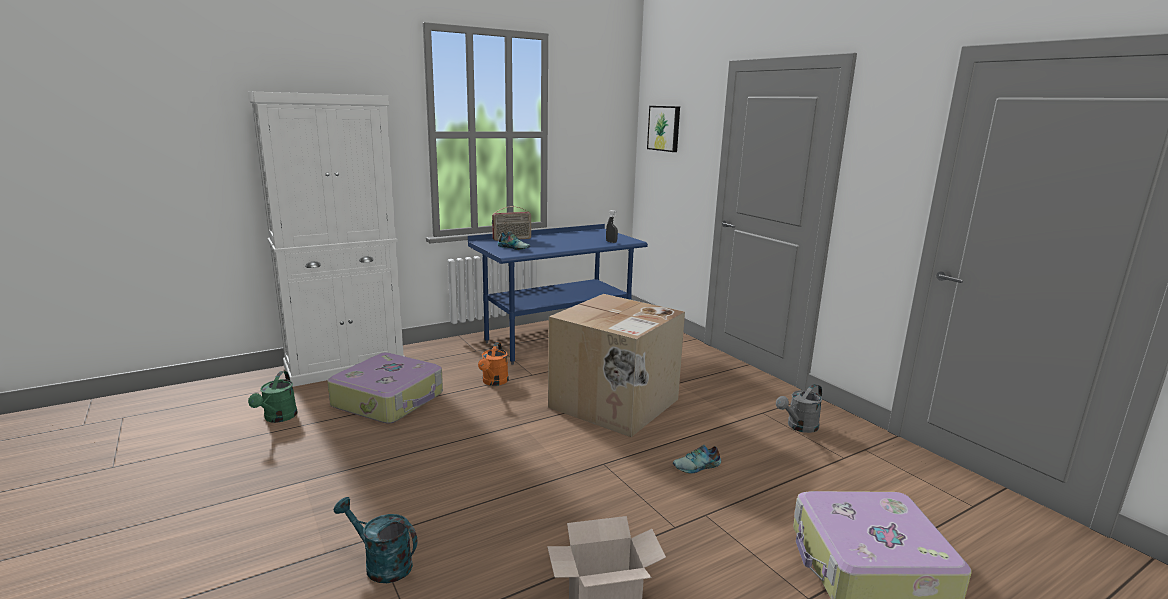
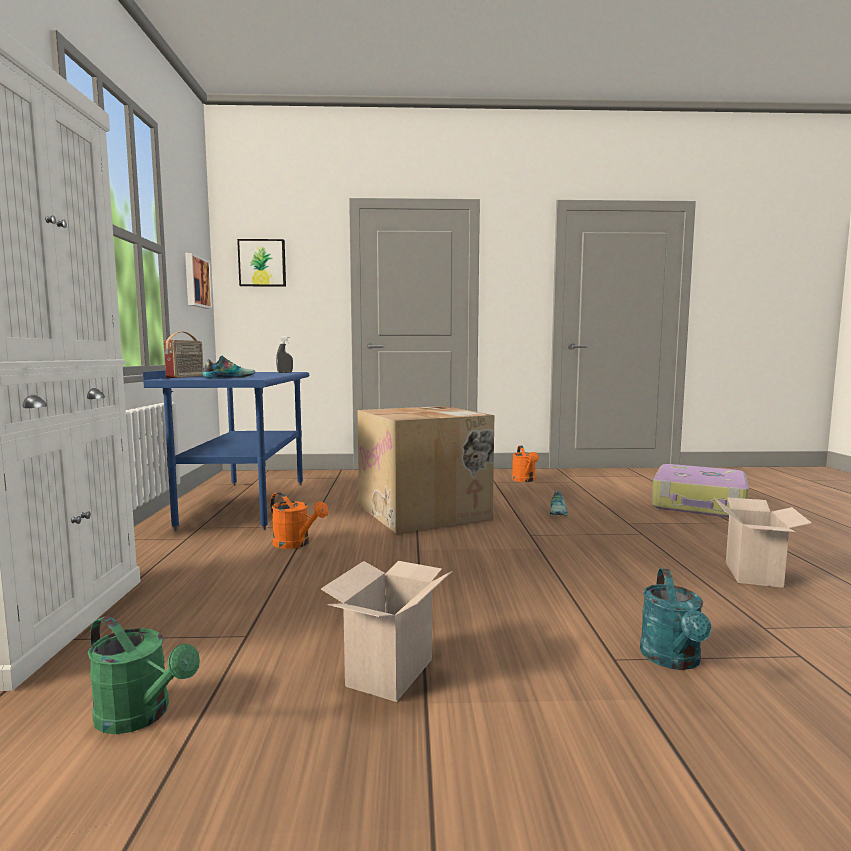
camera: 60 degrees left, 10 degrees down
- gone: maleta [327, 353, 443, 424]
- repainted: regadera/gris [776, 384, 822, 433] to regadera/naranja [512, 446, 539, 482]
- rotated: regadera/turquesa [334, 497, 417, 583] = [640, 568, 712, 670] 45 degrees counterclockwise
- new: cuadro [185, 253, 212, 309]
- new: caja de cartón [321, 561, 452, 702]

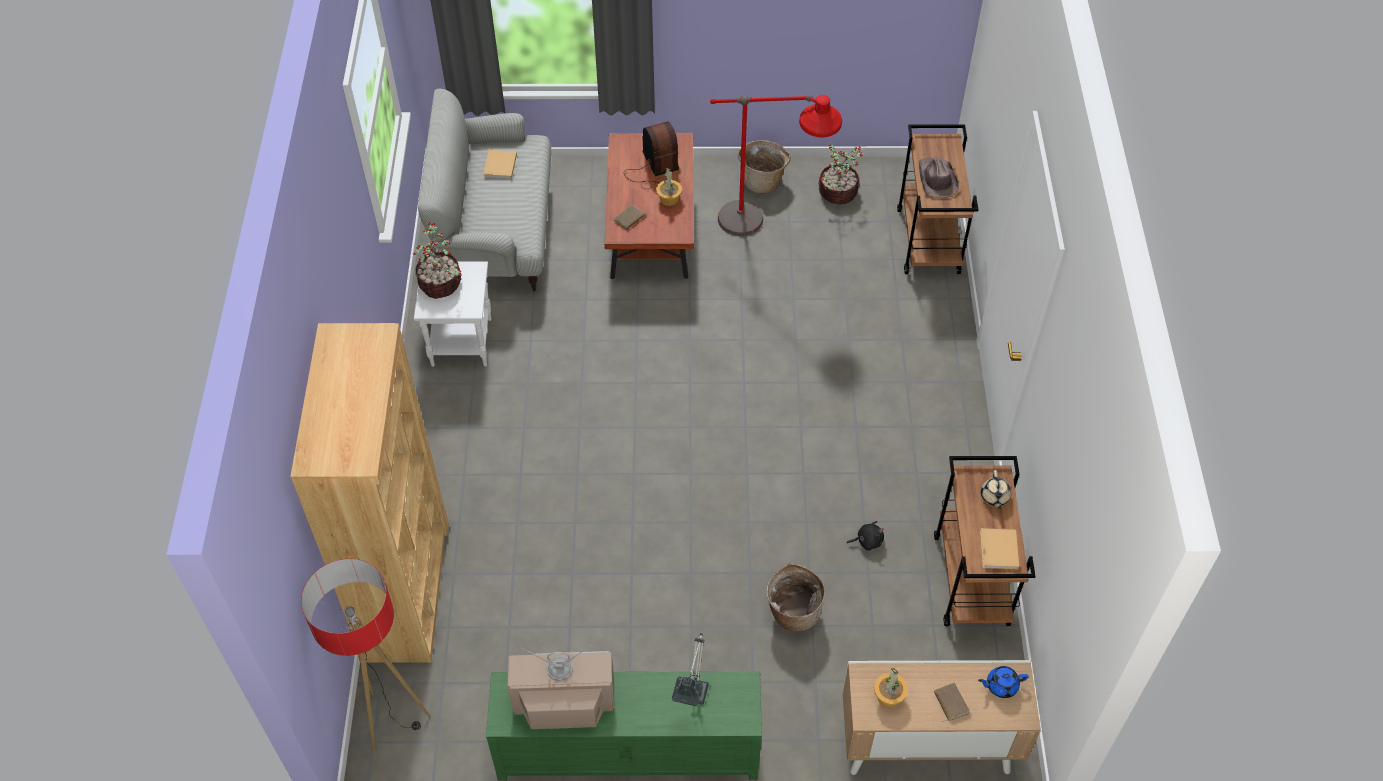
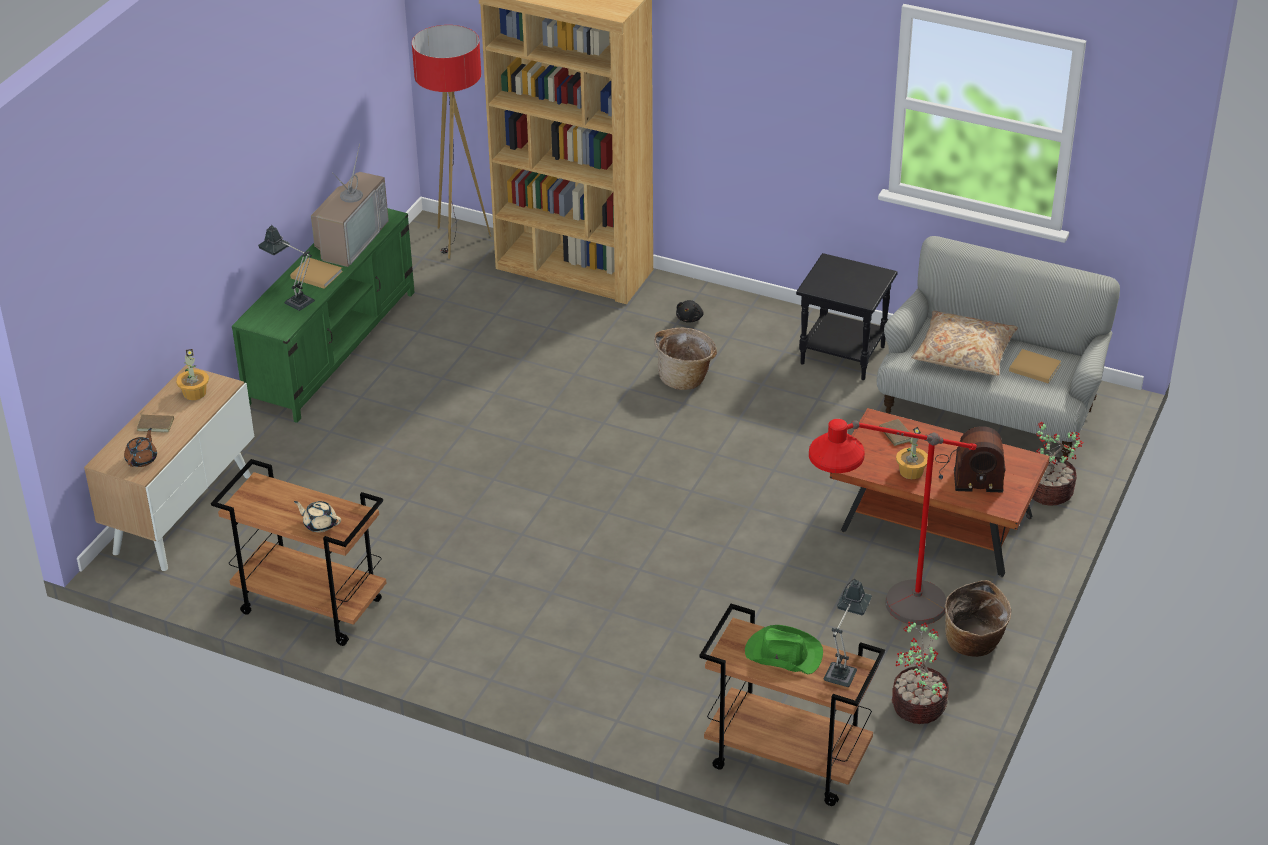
camera: 115 degrees right, 15 degrees down
- repainted: sombrero/marrón [919, 158, 959, 198] to sombrero/verde [745, 625, 823, 675]
- shifted: planta en maceta [413, 222, 462, 299] to [1032, 422, 1084, 506]
- repainted: mesa auxiliar/blanco [414, 261, 492, 367] to mesa auxiliar/negro [796, 253, 898, 380]
- shifted: peluche/negro [846, 521, 884, 551] to [676, 300, 704, 323]
- shifted: libro/beis [980, 528, 1019, 569] to [290, 258, 343, 289]
- shifted: cesta [766, 563, 825, 631] to [654, 328, 717, 390]
- repainted: tetera/azul [978, 666, 1029, 698] to tetera/marrón [124, 428, 157, 467]
- new: cojín/beis [911, 311, 1018, 376]
- new: lámpara de mesa [824, 579, 872, 687]

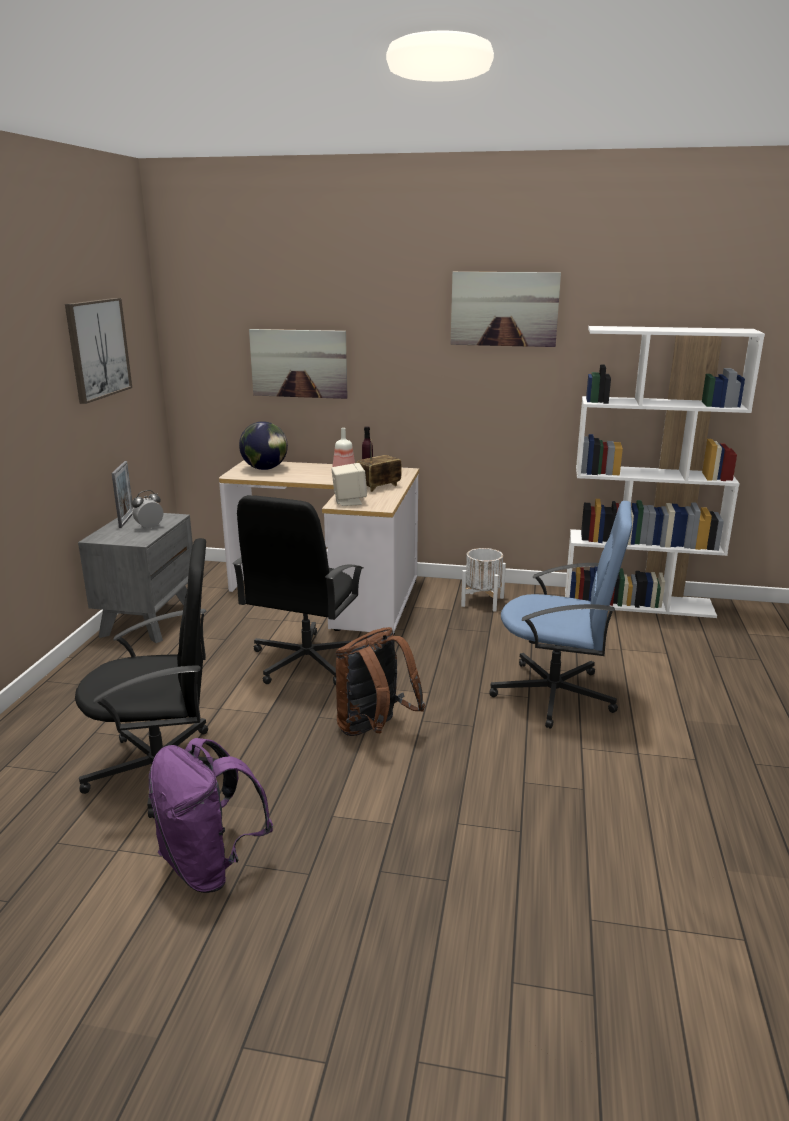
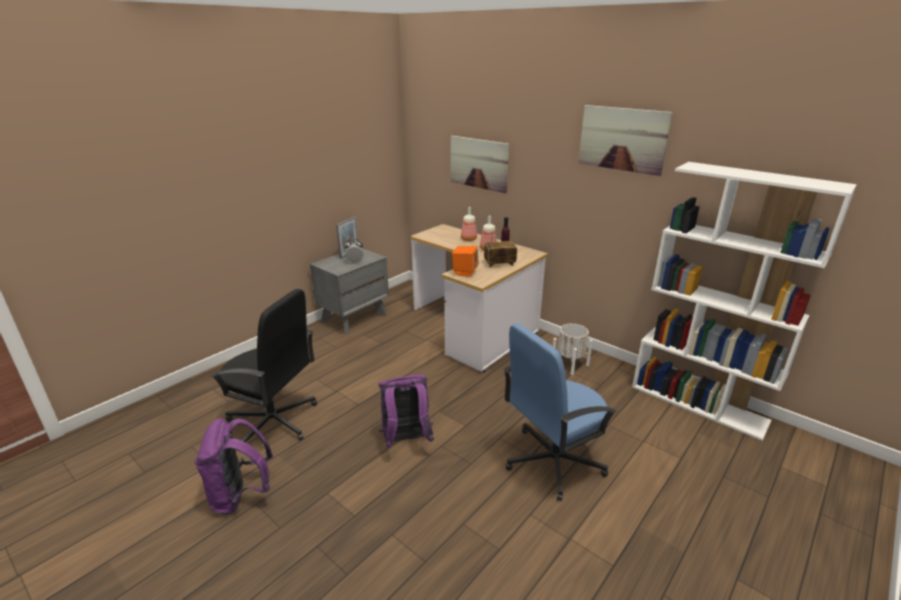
camera: 30 degrees right, 5 degrees up
- gone: cuadro [65, 298, 132, 404]
- gone: globo terráqueo [239, 421, 288, 470]
- repainted: altavoz/beis [332, 463, 367, 506] to altavoz/naranja [452, 246, 479, 277]
- gone: silla de oficina/negro [232, 495, 363, 685]
- rotated: silla de oficina/azul [489, 501, 632, 729] = [503, 323, 617, 501] 105 degrees clockwise
- repainted: mochila/marrón [336, 627, 426, 736] to mochila/morado [379, 374, 434, 448]
- new: botella [461, 207, 477, 241]

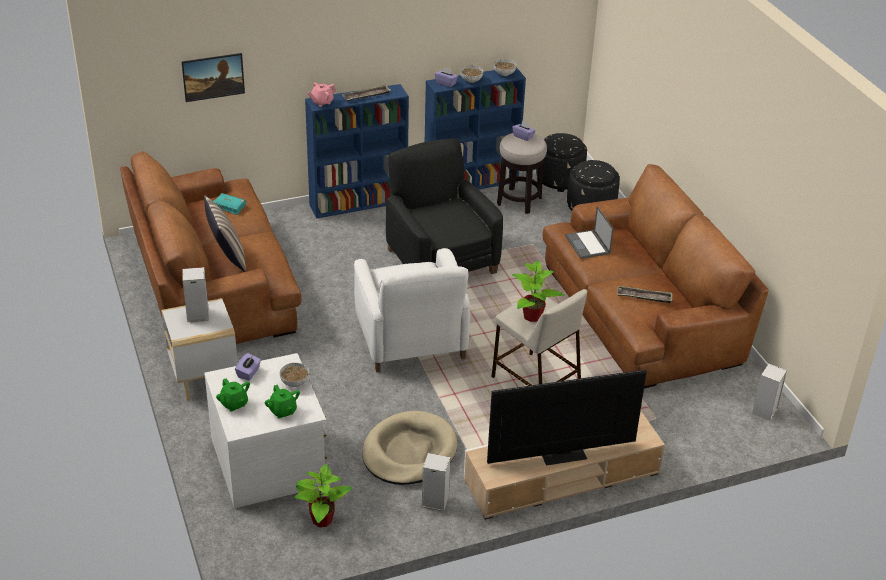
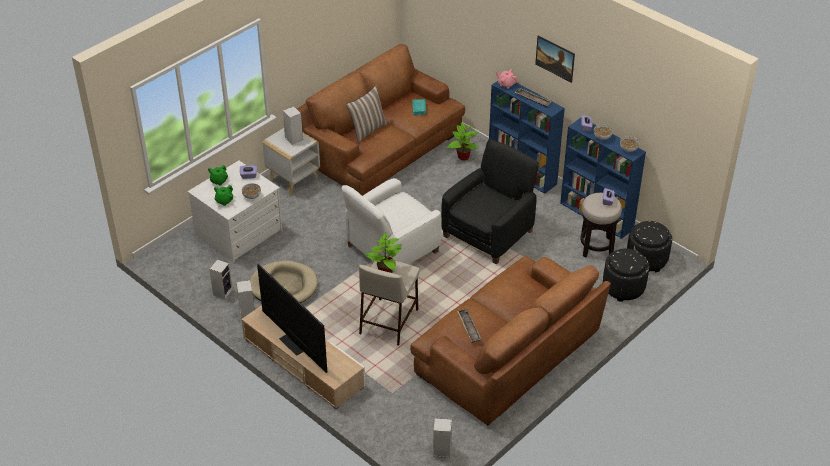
camera: 65 degrees right, 5 degrees up
- shifted: cuadro [181, 53, 245, 102] to [535, 35, 575, 83]
- gone: portátil [565, 206, 614, 259]
- shifted: planta en maceta [294, 464, 352, 527] to [447, 122, 479, 161]
- new: altavoz [209, 260, 233, 299]

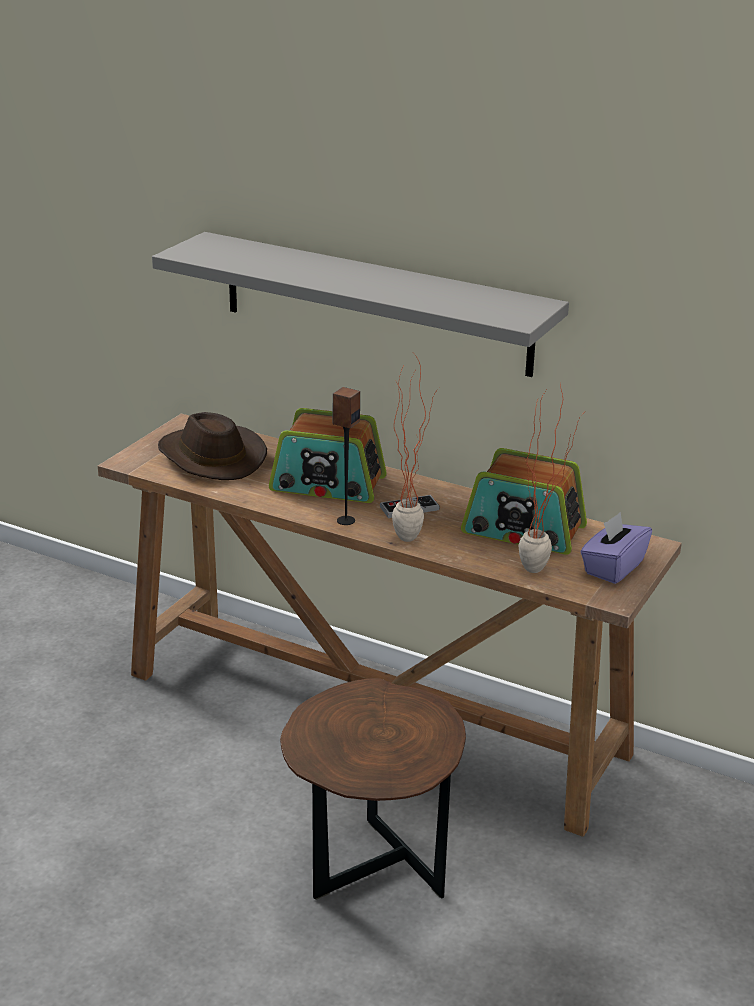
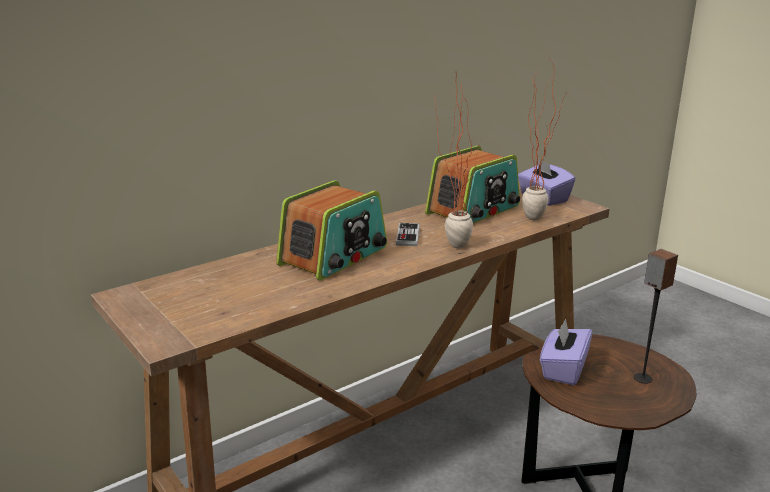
camera: 65 degrees left, 5 degrees down
- gone: estante/gris [152, 232, 569, 377]
- shifted: altavoz [333, 387, 360, 525] to [634, 249, 678, 384]
- gone: sombrero/marrón [158, 412, 267, 480]
- new: caja de pañuelos/morado [540, 319, 592, 385]

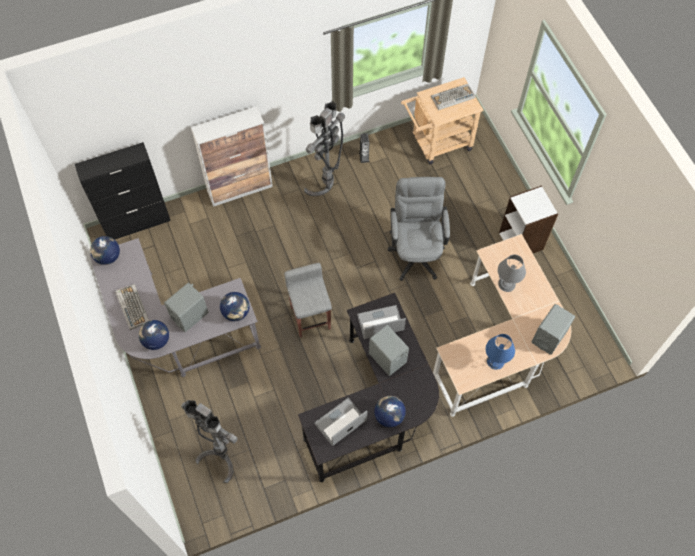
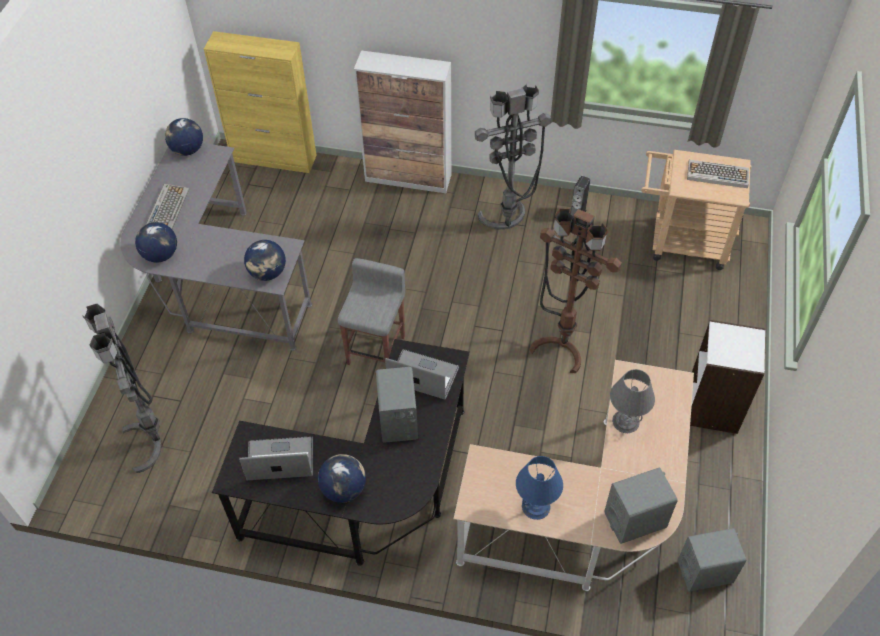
camera: 35 degrees right, 10 degrees down
- repainted: armario/negro [75, 142, 171, 240] to armario/amarillo [204, 31, 317, 173]
- swapped: silla de oficina/gris [387, 177, 450, 281] to lámpara de pie/marrón [529, 209, 622, 373]
- shifted: altavoz/gris [164, 282, 209, 332] to [678, 528, 746, 592]

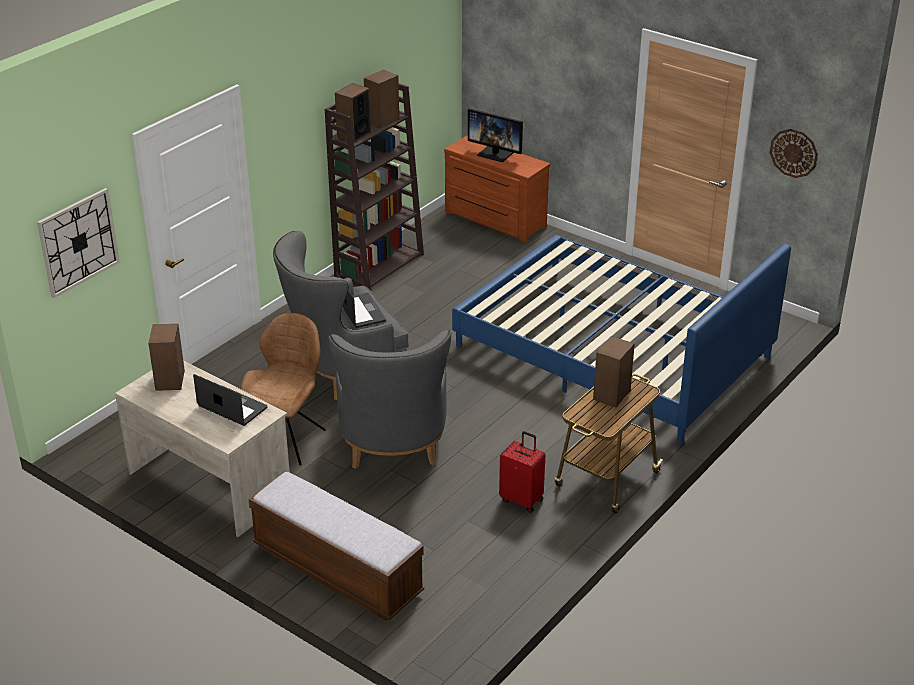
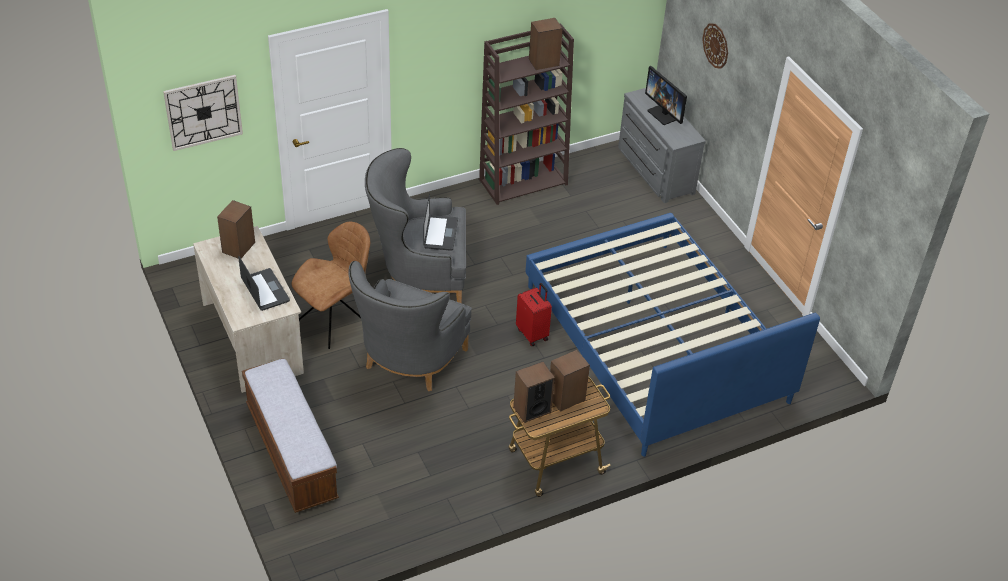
camera: 25 degrees right, 10 degrees up
- shifted: altavoz [335, 83, 371, 143] to [513, 362, 555, 423]
- shifted: reloj de pared [770, 129, 818, 178] to [702, 23, 728, 69]
- repainted: cómoda/marrón [444, 135, 550, 242] to cómoda/gris [618, 88, 706, 203]
- shifted: maleta/rojo [499, 431, 545, 513] to [516, 283, 552, 347]

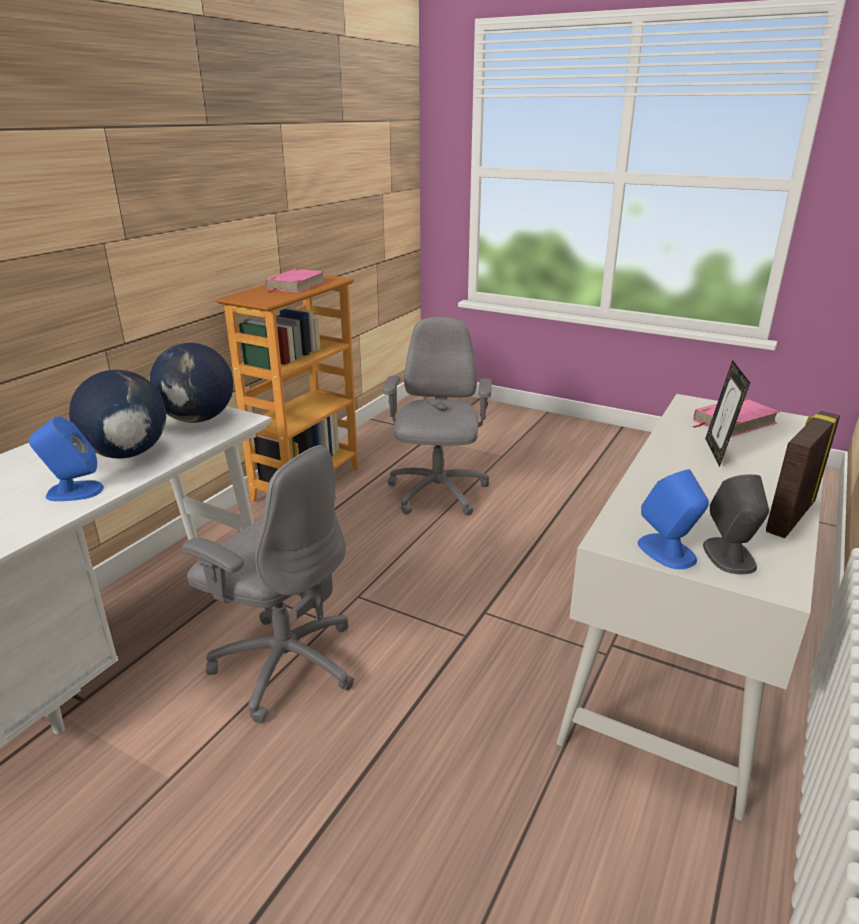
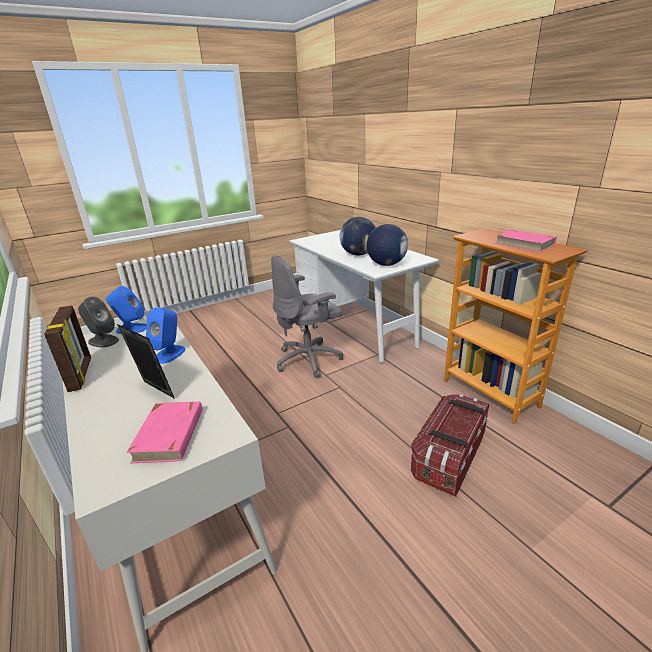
camera: 120 degrees right, 0 degrees up
- swapped: silla de oficina/gris [383, 317, 492, 516] to caja de almacenaje [411, 394, 489, 497]
- shifted: altavoz/azul [29, 417, 104, 501] to [146, 307, 185, 364]

